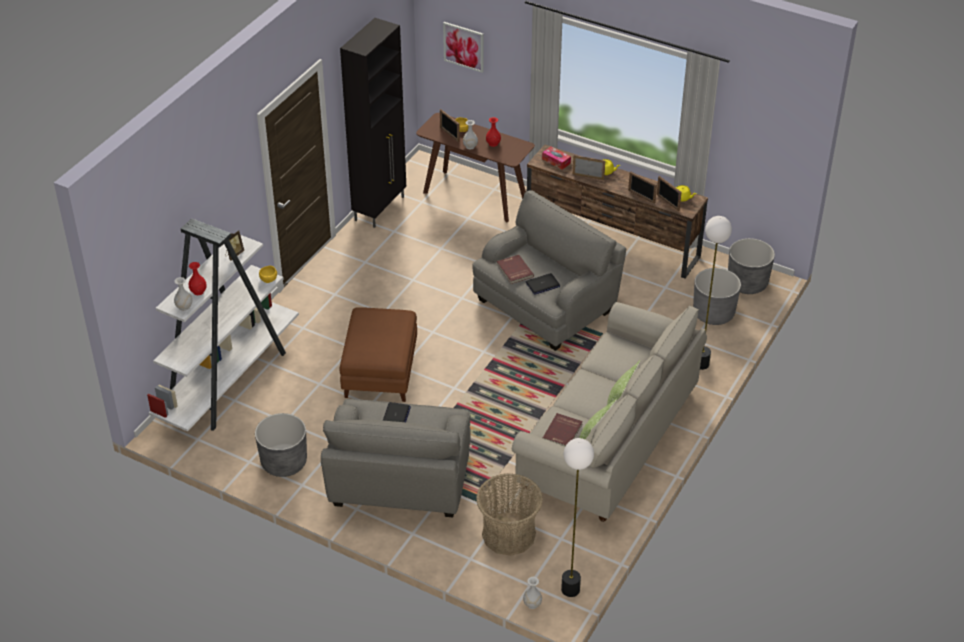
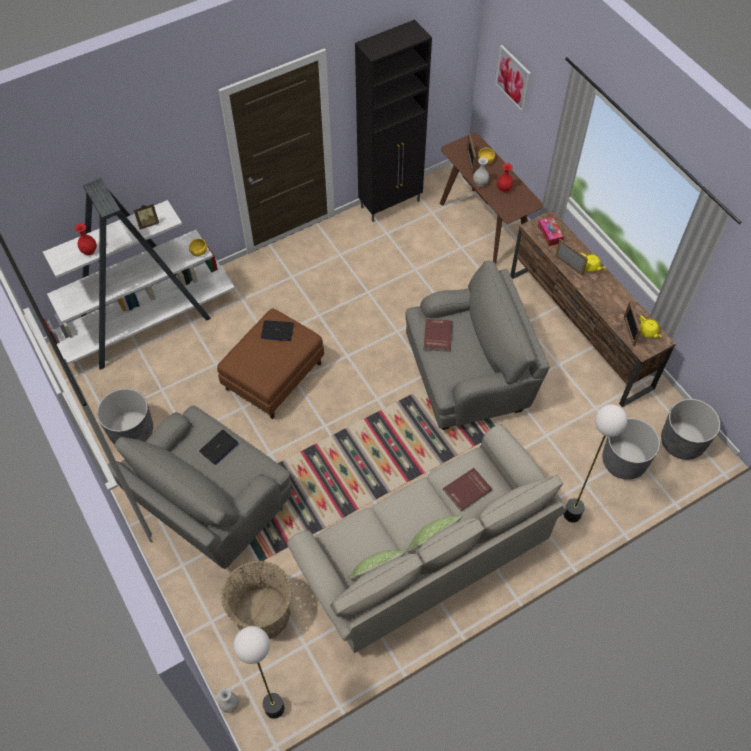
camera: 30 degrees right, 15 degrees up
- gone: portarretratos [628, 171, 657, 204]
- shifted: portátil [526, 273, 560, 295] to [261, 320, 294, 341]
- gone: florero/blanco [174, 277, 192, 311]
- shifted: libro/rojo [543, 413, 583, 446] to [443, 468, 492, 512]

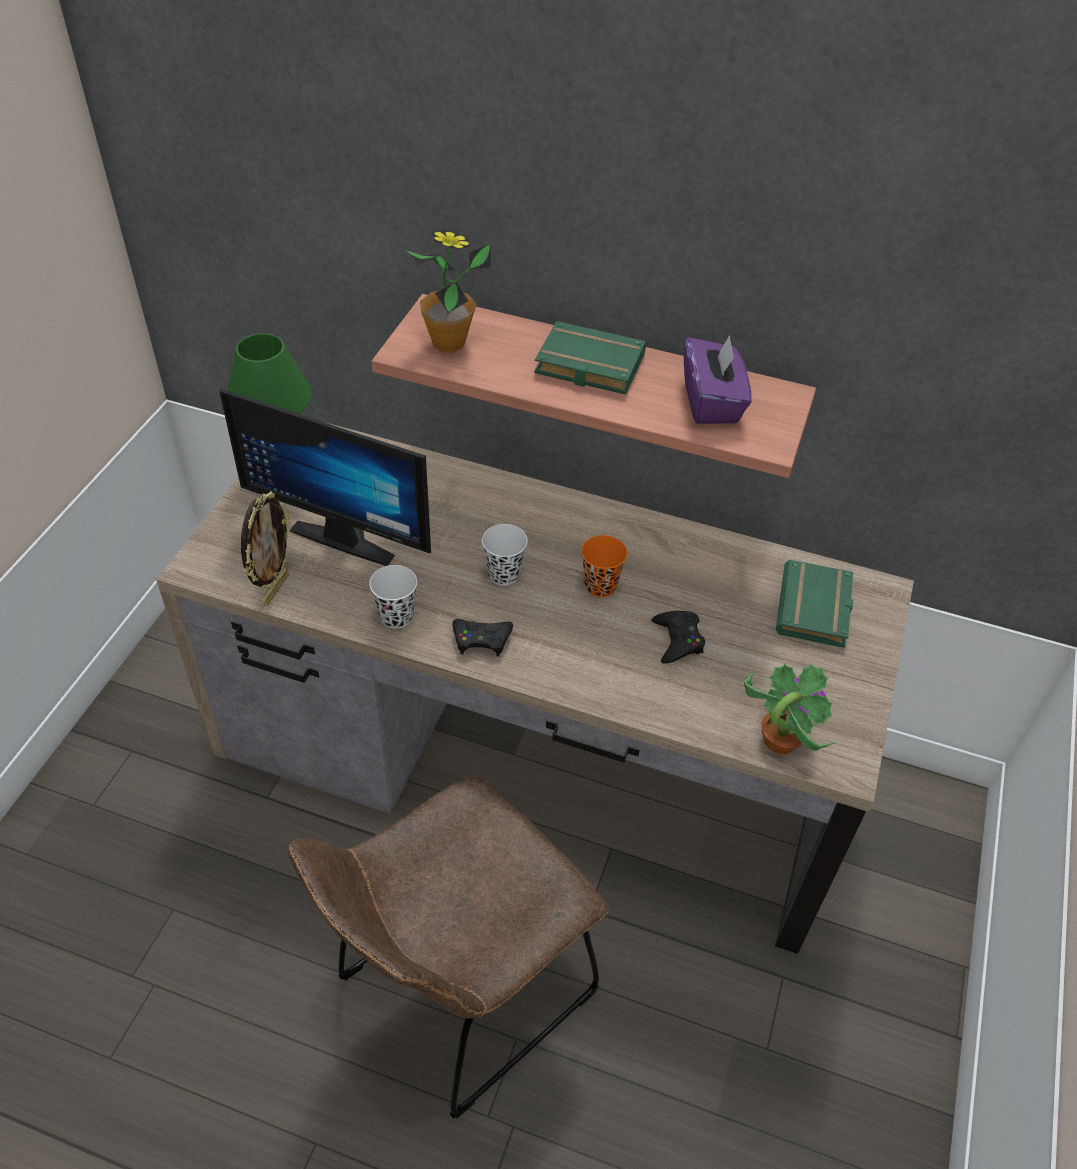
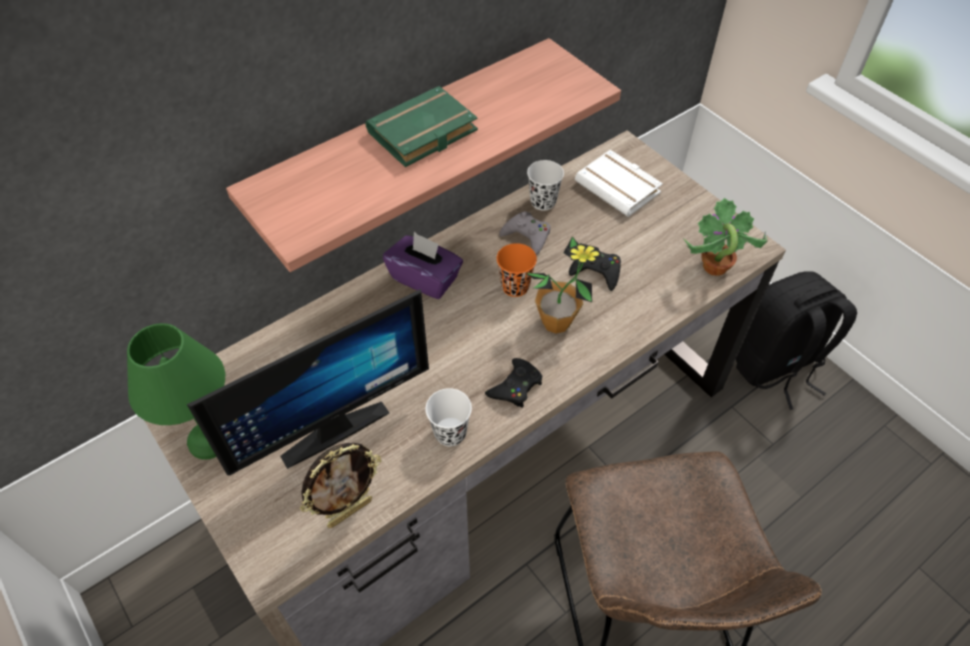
camera: 55 degrees left, 5 degrees up
- shifted: planta en maceta [406, 230, 491, 353] to [526, 236, 602, 334]
- shifted: caja de pañuelos/morado [684, 335, 752, 424] to [383, 232, 463, 299]
- rotated: portarretratos [241, 491, 290, 606] = [300, 443, 381, 528] 90 degrees clockwise
- shifted: taza/blanco [482, 524, 528, 586] to [527, 160, 564, 211]
- repainted: libro/verde [776, 560, 853, 648] to libro/blanco [575, 150, 663, 217]
- new: mando de consola/gris [499, 212, 551, 255]
- new: mochila/negro [736, 271, 857, 410]

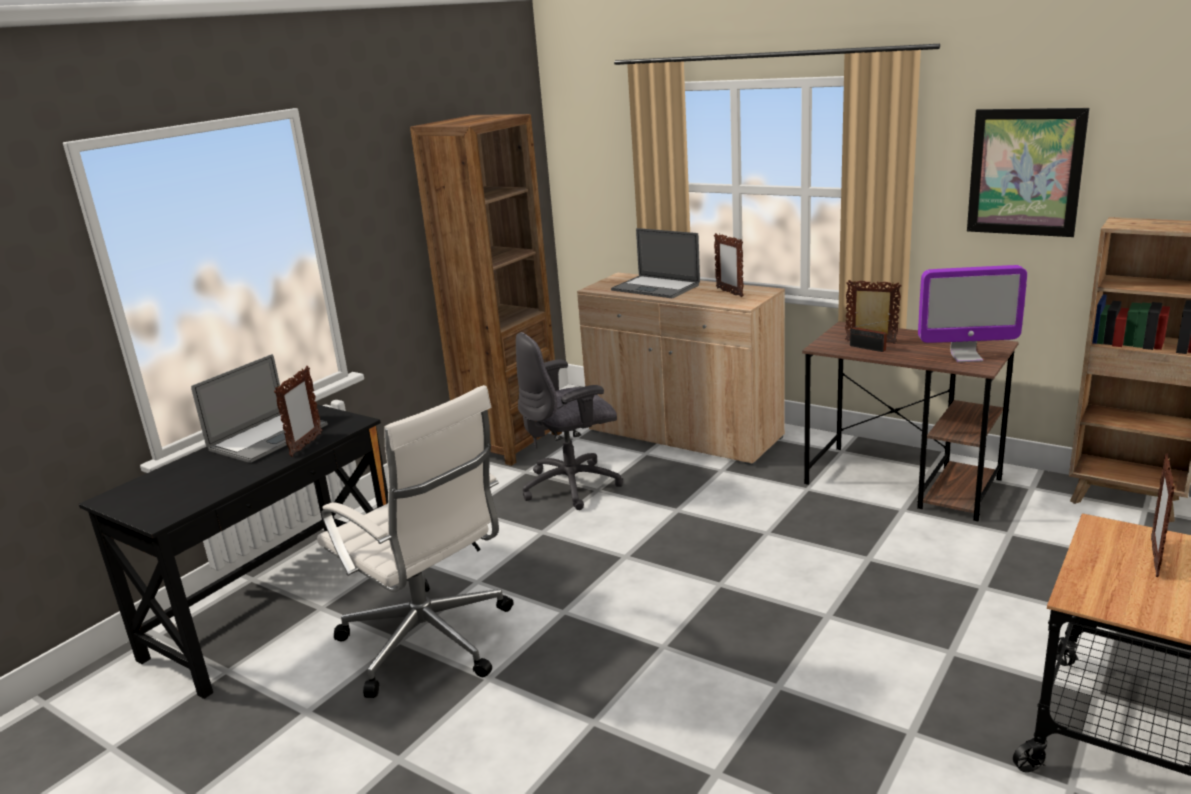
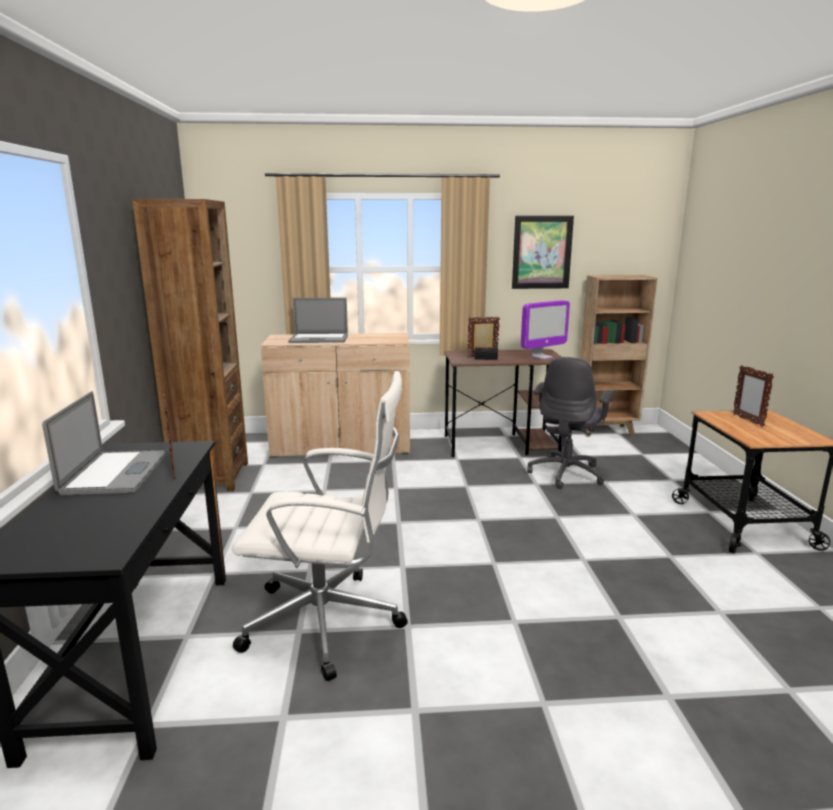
camera: 40 degrees left, 5 degrees down
- gone: portarretratos [714, 233, 744, 297]
- shifted: silla de oficina/gris [516, 332, 623, 510] to [527, 357, 614, 489]

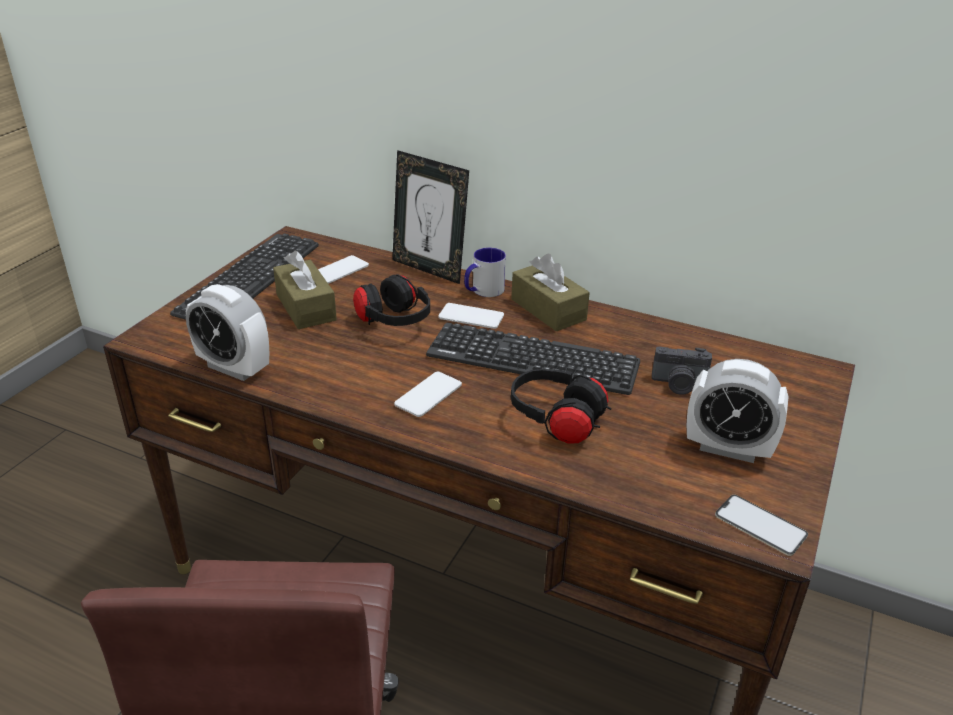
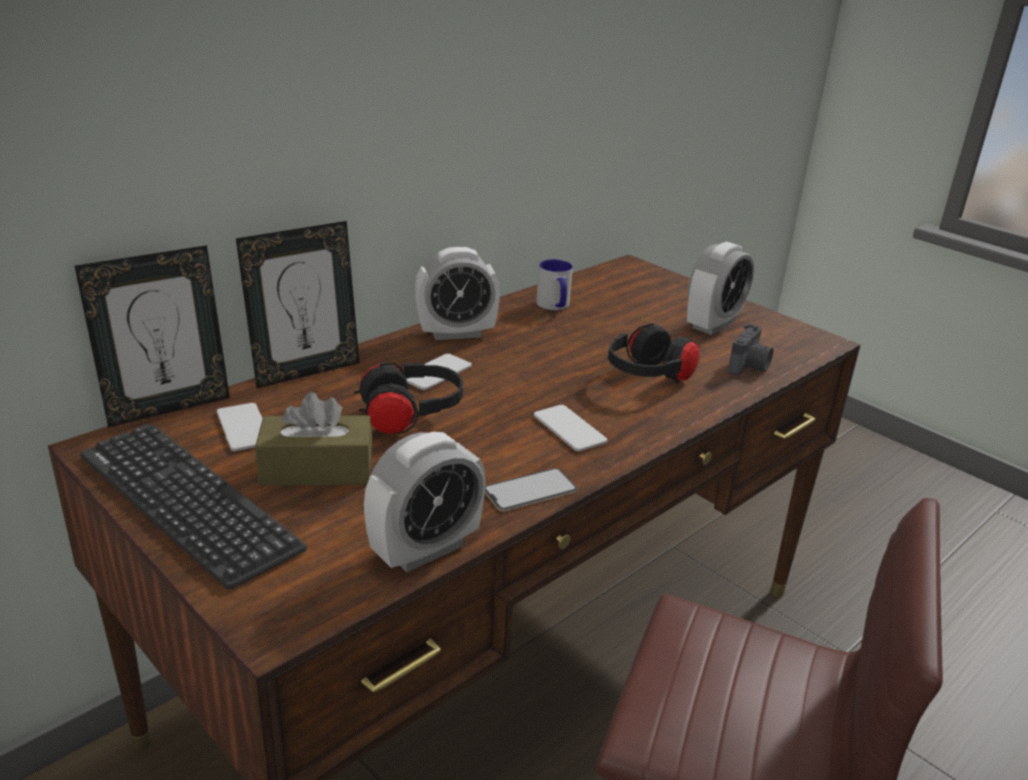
camera: 70 degrees left, 5 degrees down
- shifted: taza grande [464, 248, 506, 297] to [536, 259, 573, 310]
- swapped: caja de pañuelos/marrón [511, 253, 590, 332] to despertador [415, 247, 500, 340]
- gone: teclado [426, 322, 640, 395]
- shifted: cámara [652, 347, 712, 395] to [728, 323, 774, 376]
- shifted: móvil [715, 495, 808, 556] to [485, 468, 577, 512]
- new: portarretratos [75, 245, 230, 427]

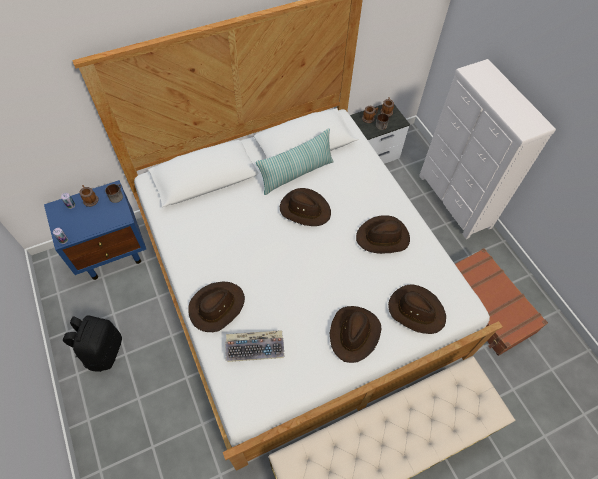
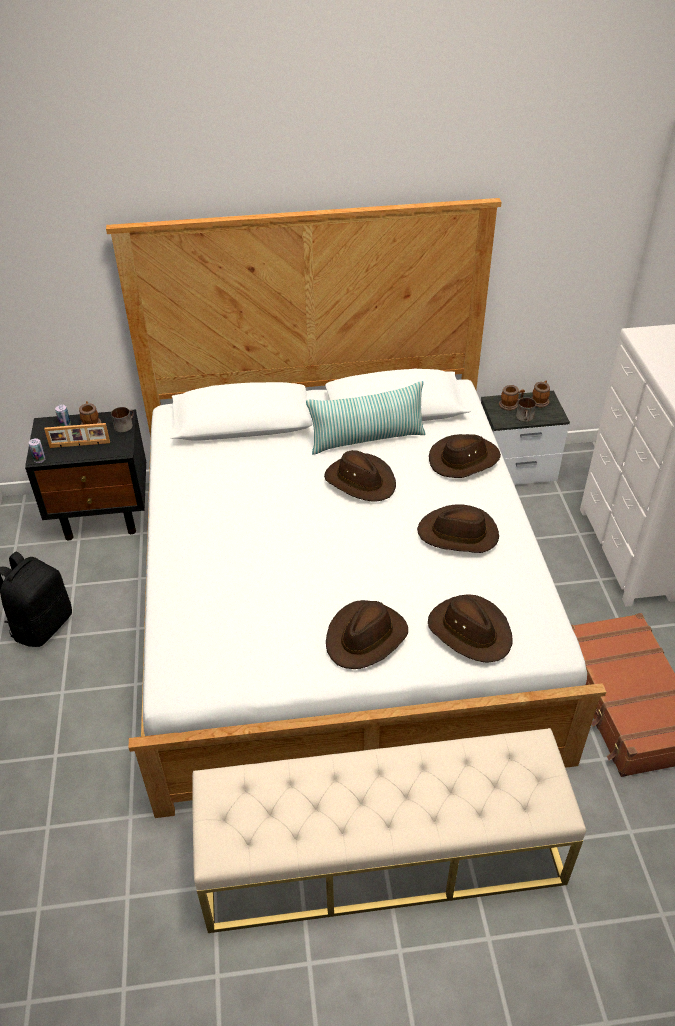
camera: 20 degrees right, 15 degrees down
- repainted: mesita de noche/azul [44, 180, 146, 280] to mesita de noche/negro [25, 409, 146, 541]
- shifted: sombrero/marrón [188, 282, 245, 332] to [429, 434, 501, 478]
- gone: teclado [225, 330, 285, 362]
- new: portarretratos [44, 423, 110, 448]

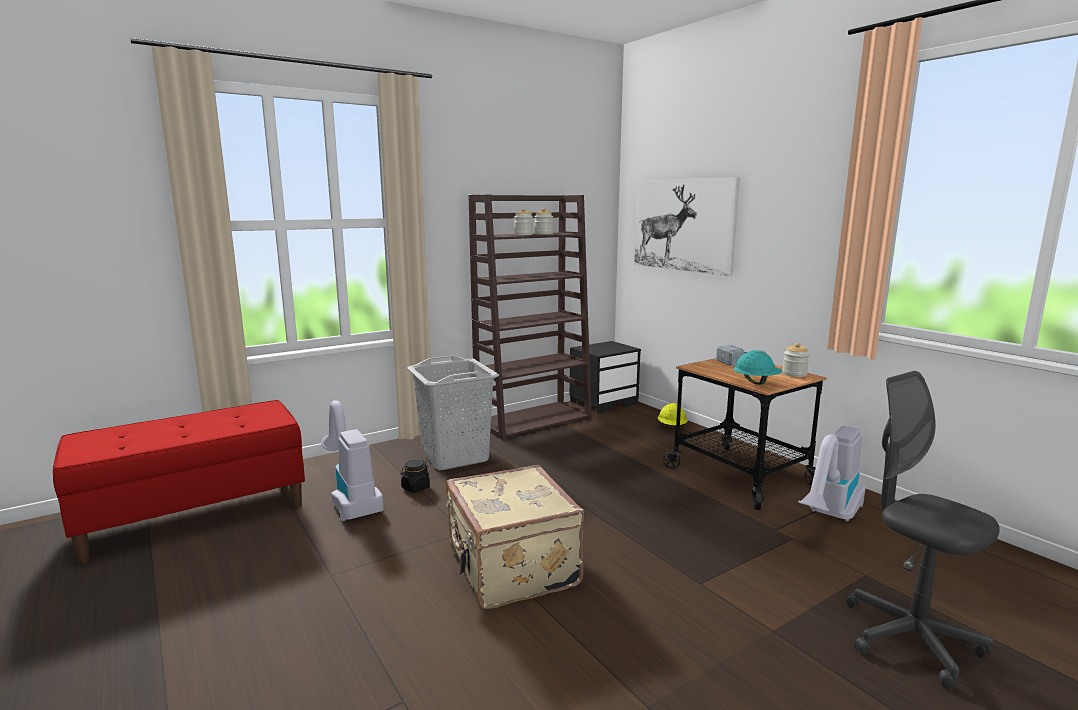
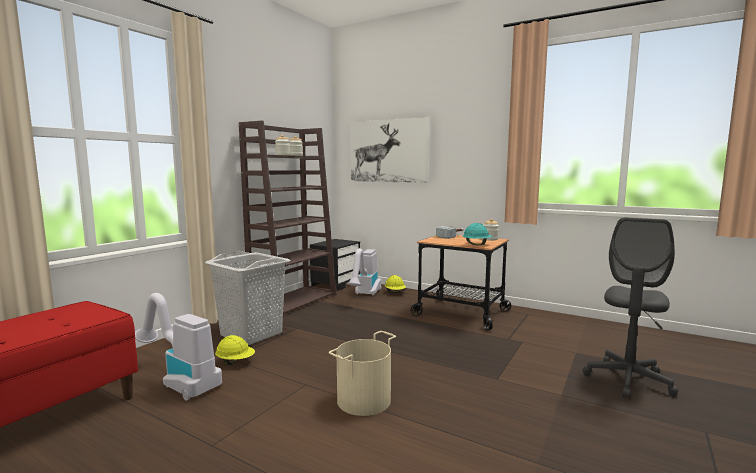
camera: 25 degrees left, 5 degrees down
- rotated: silla de oficina/gris [846, 371, 1000, 689] = [583, 218, 678, 398] 90 degrees counterclockwise
- shifted: aspiradora [798, 426, 865, 522] to [347, 248, 381, 296]
- swapped: tarro/negro [401, 460, 430, 493] to casco/amarillo [215, 335, 255, 365]
- swapped: maleta/beis [446, 465, 584, 609] to cubo/beis [329, 331, 396, 416]

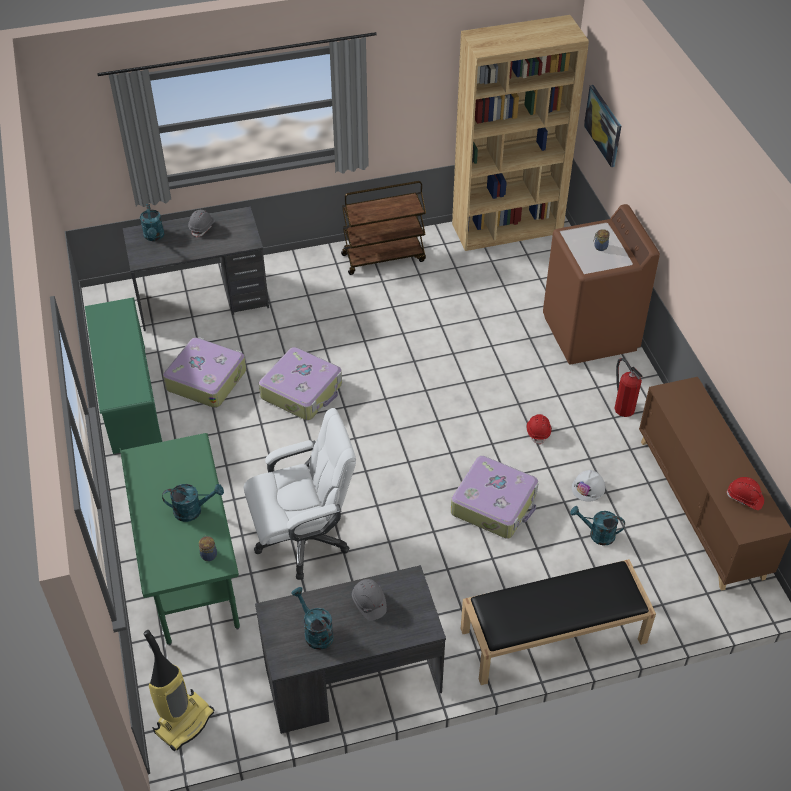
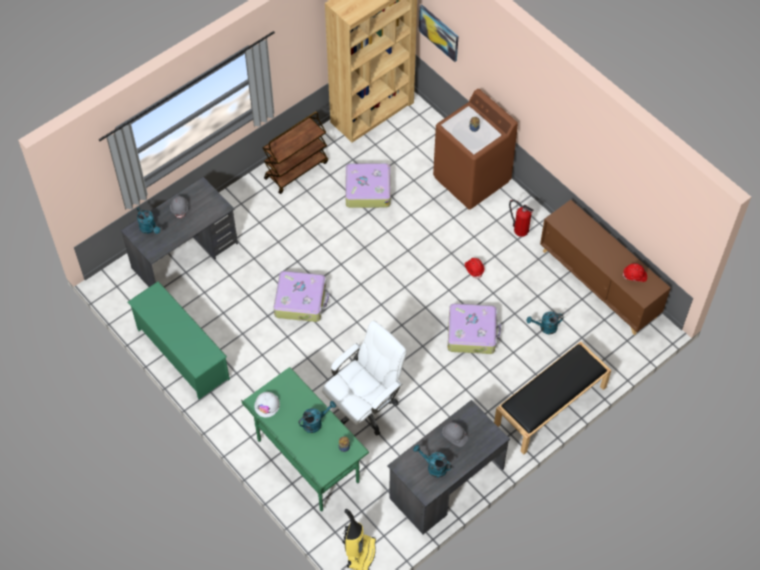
camera: 25 degrees left, 10 degrees up
- shifted: maleta [163, 337, 246, 408] to [345, 163, 391, 208]
- shifted: casco/blanco [572, 470, 605, 501] to [254, 392, 280, 418]

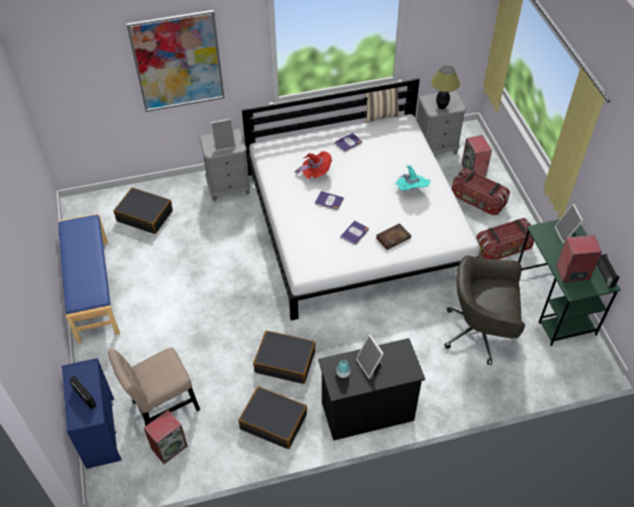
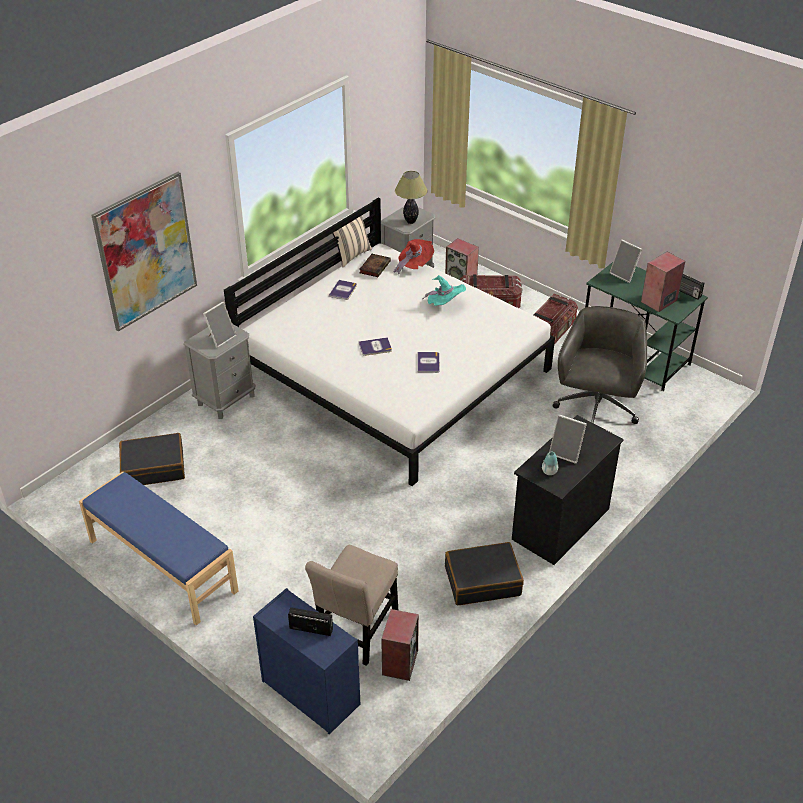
camera: 35 degrees left, 10 degrees down
- shifted: sombrero/rojo [295, 151, 332, 179] to [394, 239, 434, 275]
- shifted: libro [376, 223, 411, 250] to [359, 254, 391, 277]
- rotated: silla de oficina/gris [444, 256, 525, 365] = [553, 306, 647, 424] 135 degrees clockwise
- gone: maleta/negro [253, 331, 316, 384]

